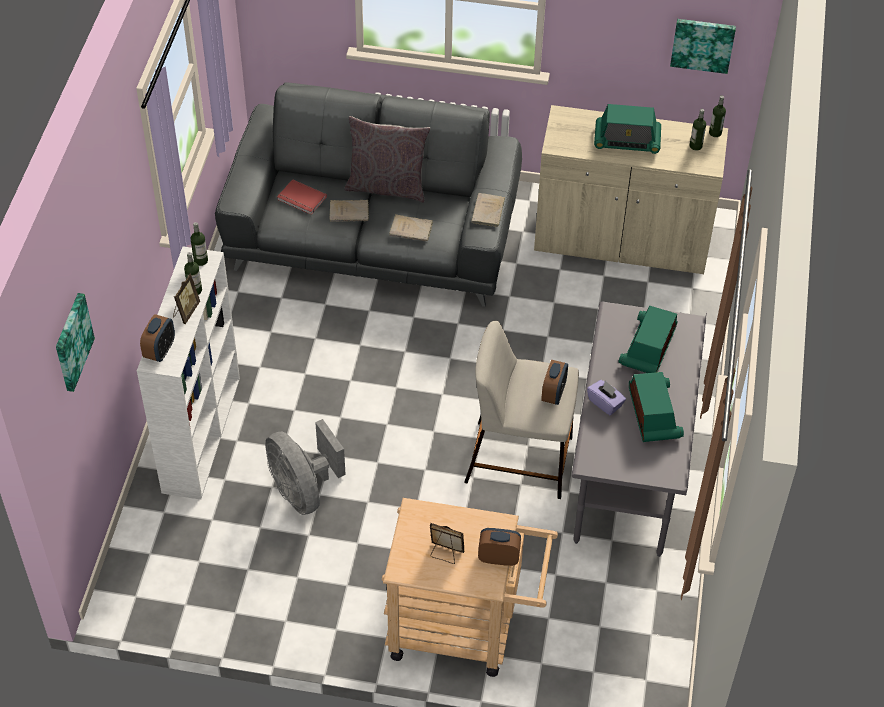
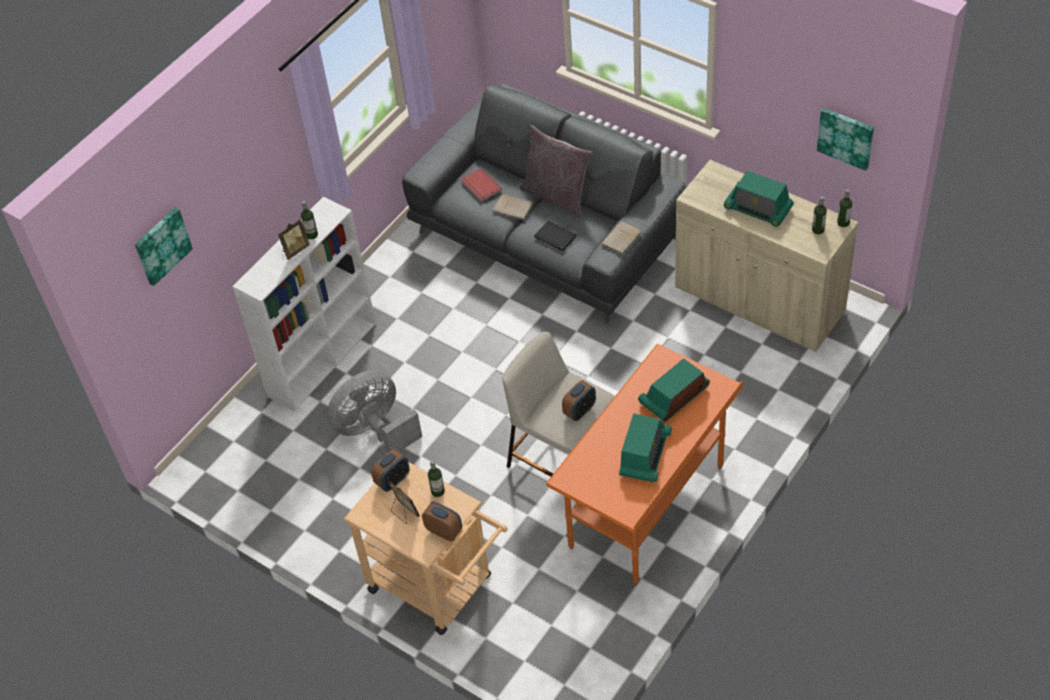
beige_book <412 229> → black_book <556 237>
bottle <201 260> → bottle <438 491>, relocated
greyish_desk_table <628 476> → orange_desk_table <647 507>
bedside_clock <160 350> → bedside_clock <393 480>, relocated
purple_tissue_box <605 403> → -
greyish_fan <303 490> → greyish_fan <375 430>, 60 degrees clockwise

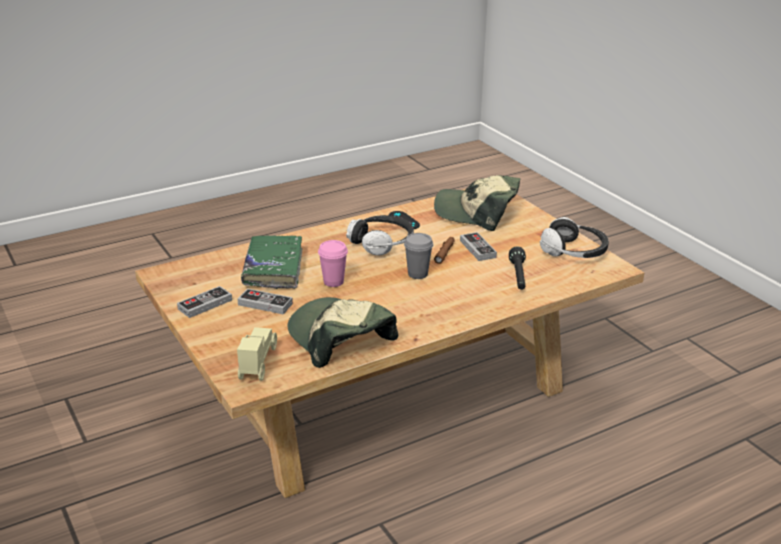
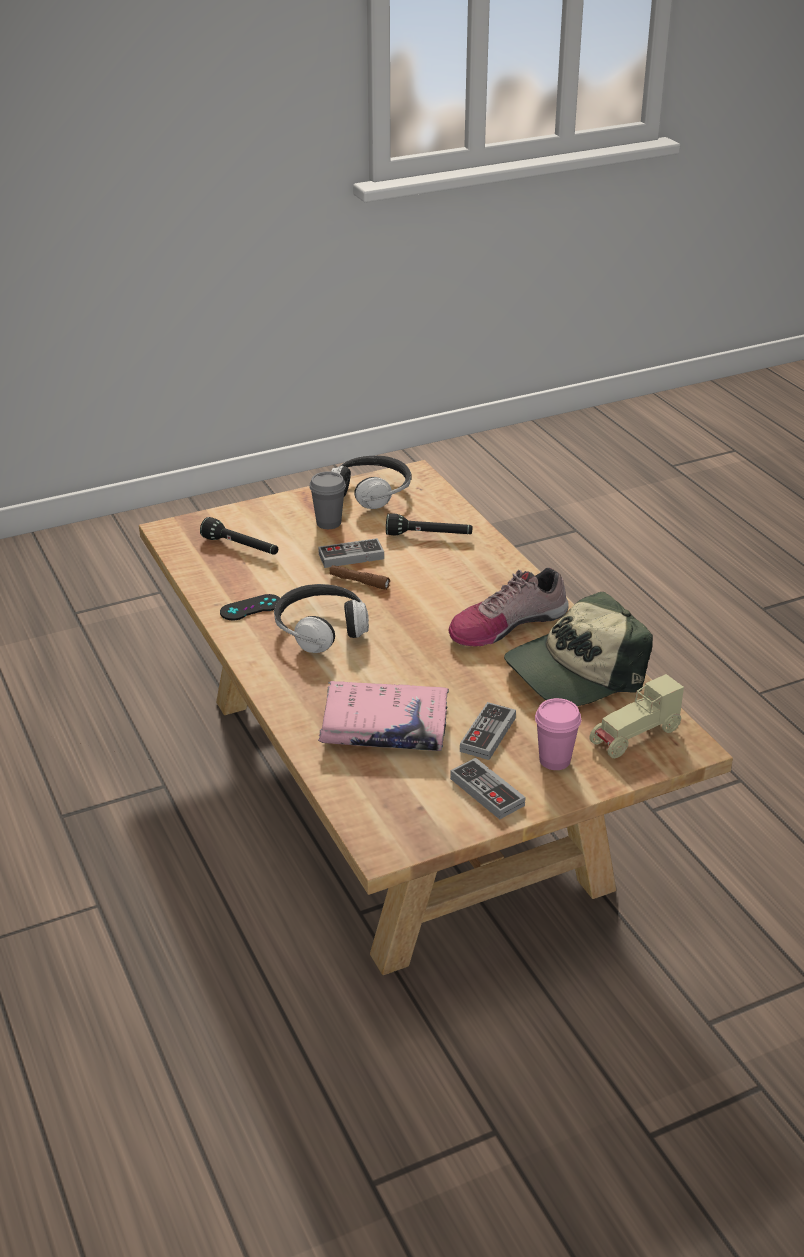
cap <476 212> → black_flashlight <241 548>
greyish_drinking_cup <417 274> → greyish_drinking_cup <328 523>, relocated
green-coloured_book <273 269> → pink-coloured_book <384 728>
pink-coloured_drinking_cup <333 282> → pink-coloured_drinking_cup <554 760>, relocated
beige_toy_car <257 362> → beige_toy_car <635 737>, 45 degrees counterclockwise
- → shoe <506 624>

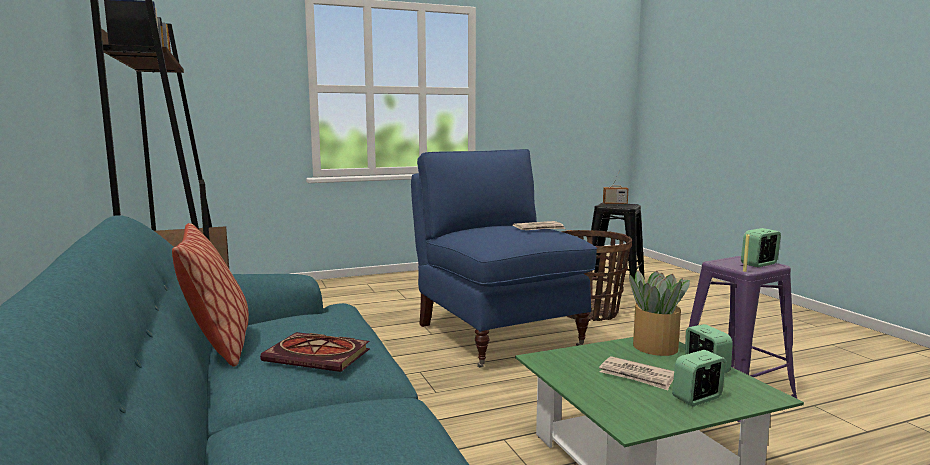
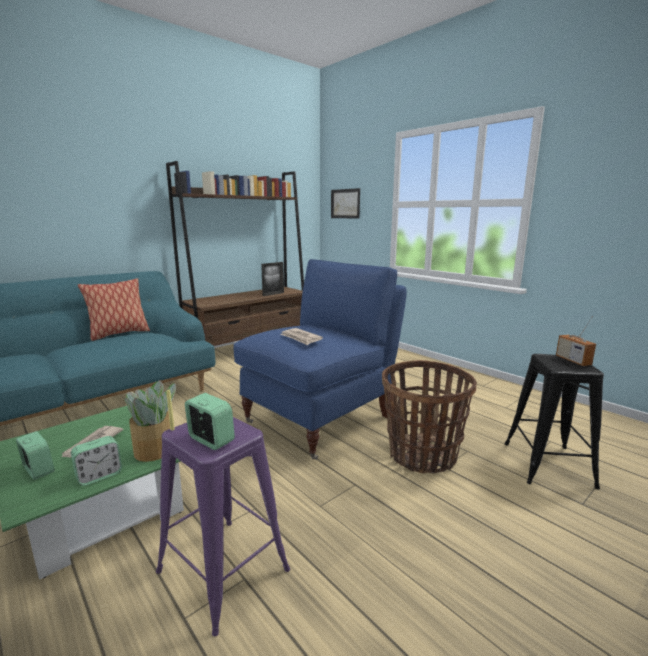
book <320 355> → -
- → wall_art <345 203>

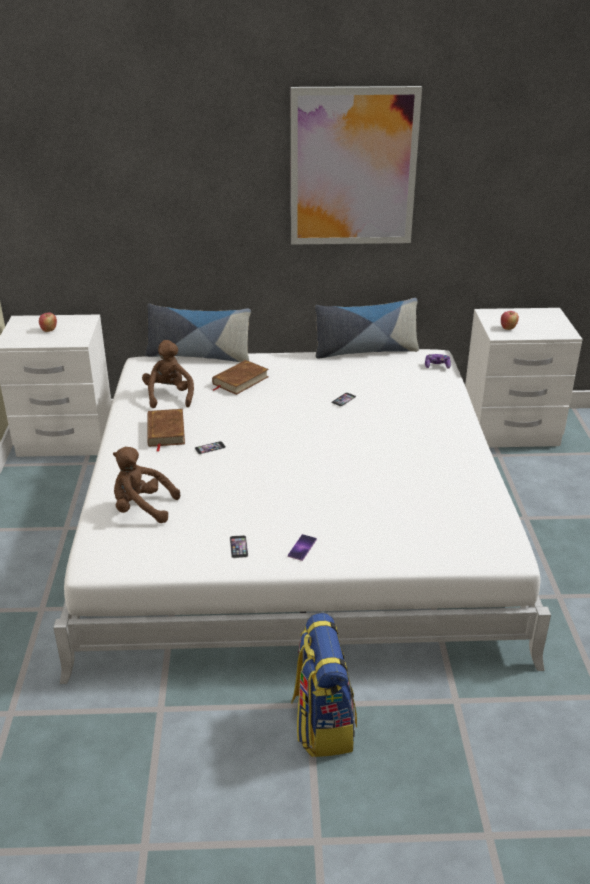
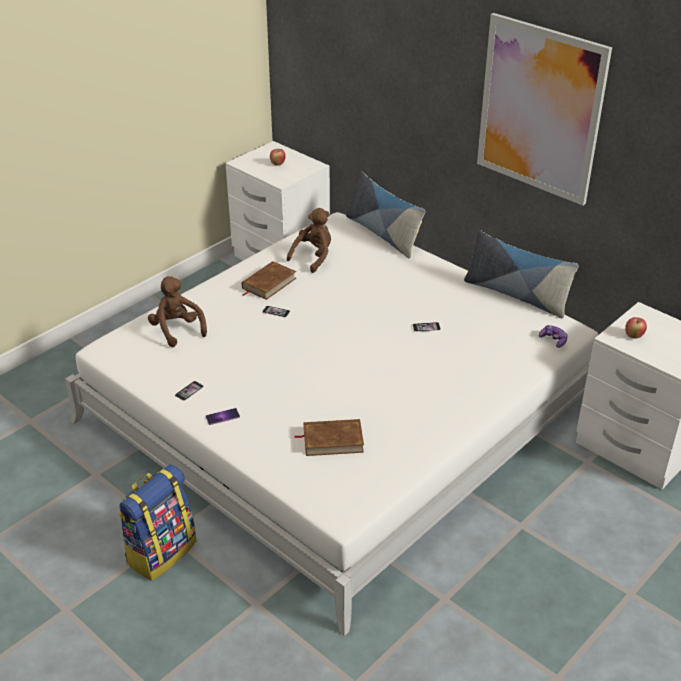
brown_book <240 380> → brown_book <332 440>, relocated

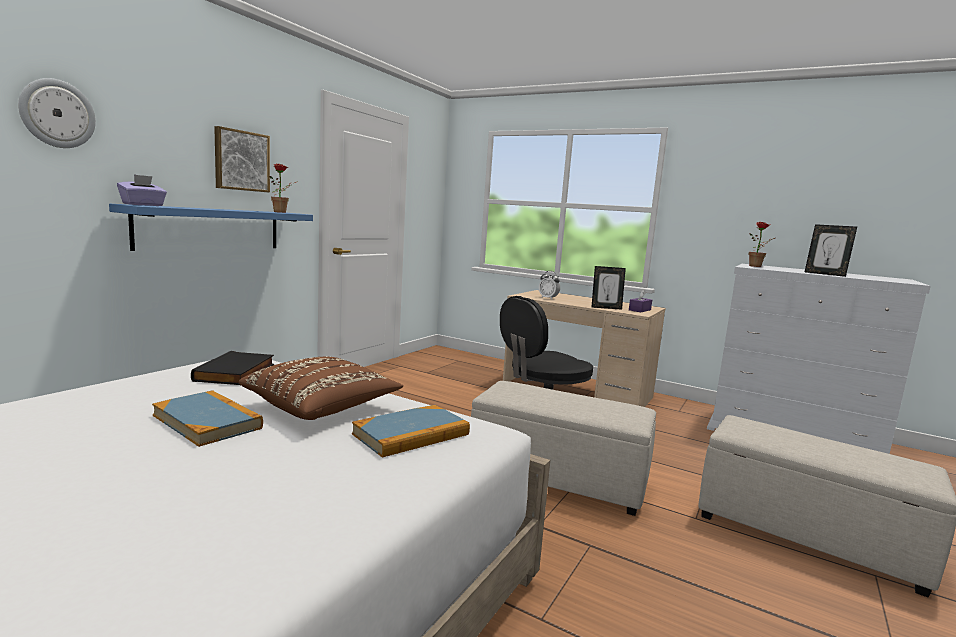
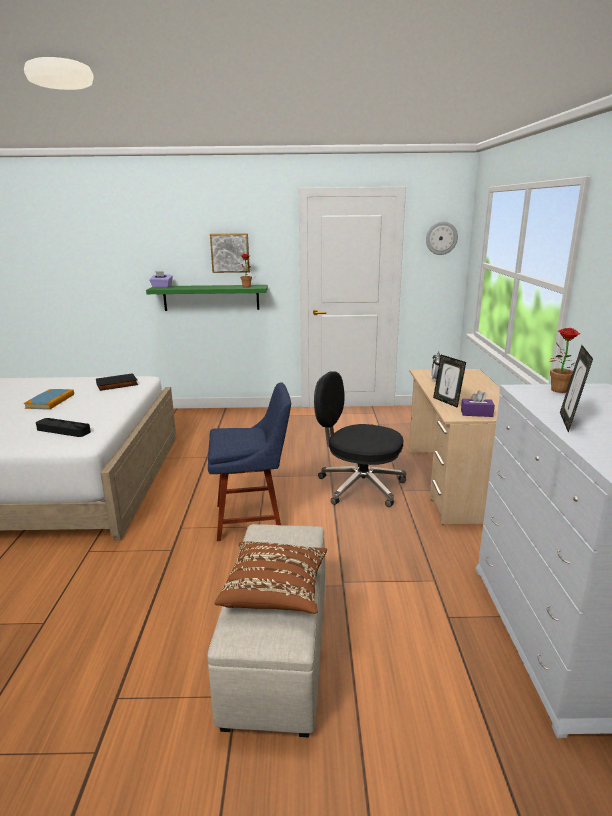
wall_clock <57 114> → wall_clock <441 238>, relocated
blue-coloured_wall_shelf <211 229> → green-coloured_wall_shelf <211 297>
brown_throw_pillow <322 407> → brown_throw_pillow <275 591>, relocated
beige_footrest <558 478> → blue-coloured_upright_chair <253 519>
book <411 434> → black_tray <63 430>

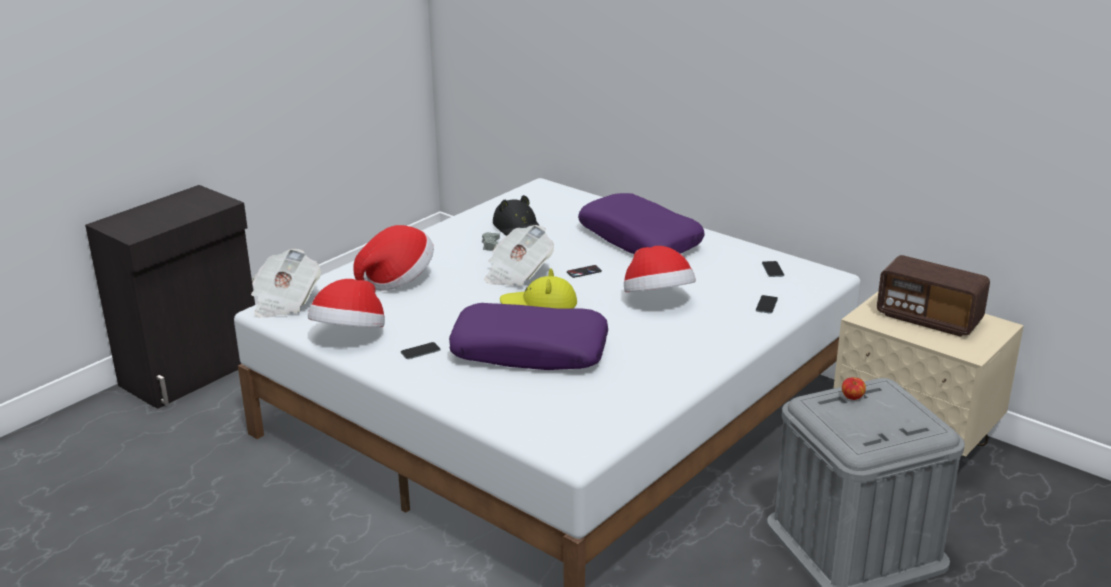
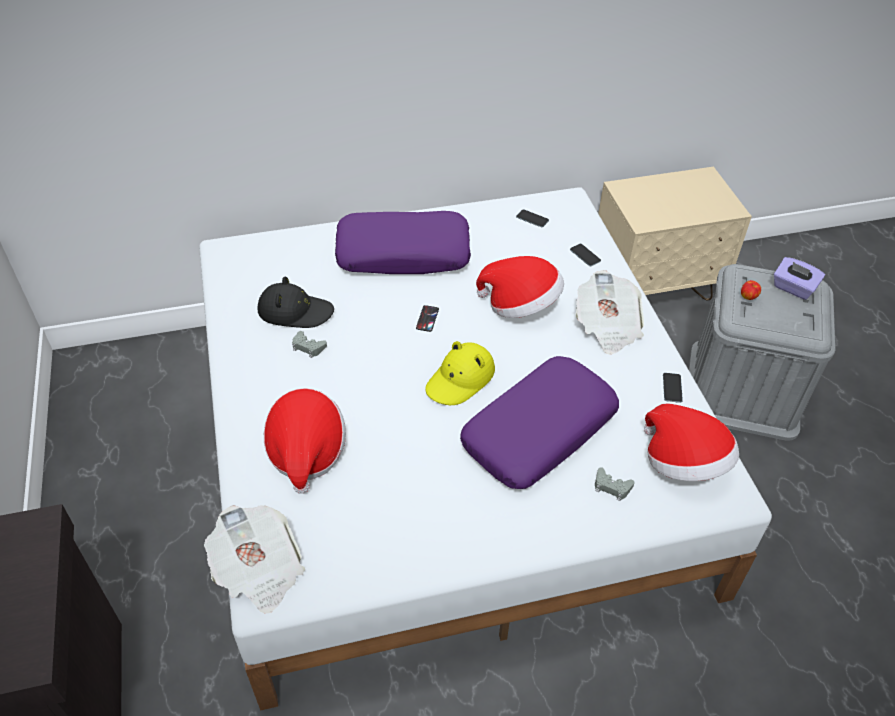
newspaper <517 274> → newspaper <607 327>, relocated
radio_set <929 319> → -
clothing_hat <350 335> → clothing_hat <684 463>, relocated
phone <420 351> → phone <672 388>, relocated
- → purple_tissue_box <793 288>
- → greyish_gamepad <611 487>

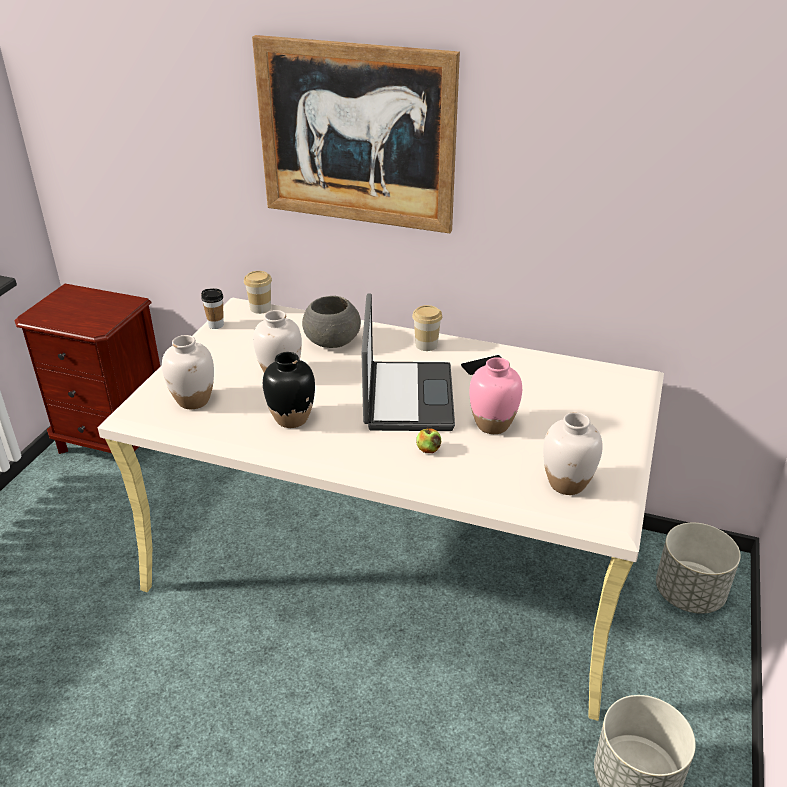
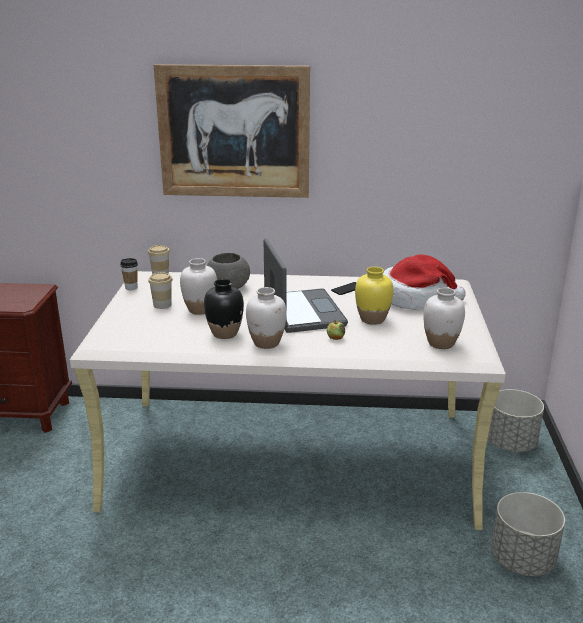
drinking_cup <426 345> → drinking_cup <162 305>, relocated
white_vase <194 400> → white_vase <266 343>, relocated
pink-coloured_vase <492 424> → yellowish_vase <372 319>
- → clothing_hat <415 298>

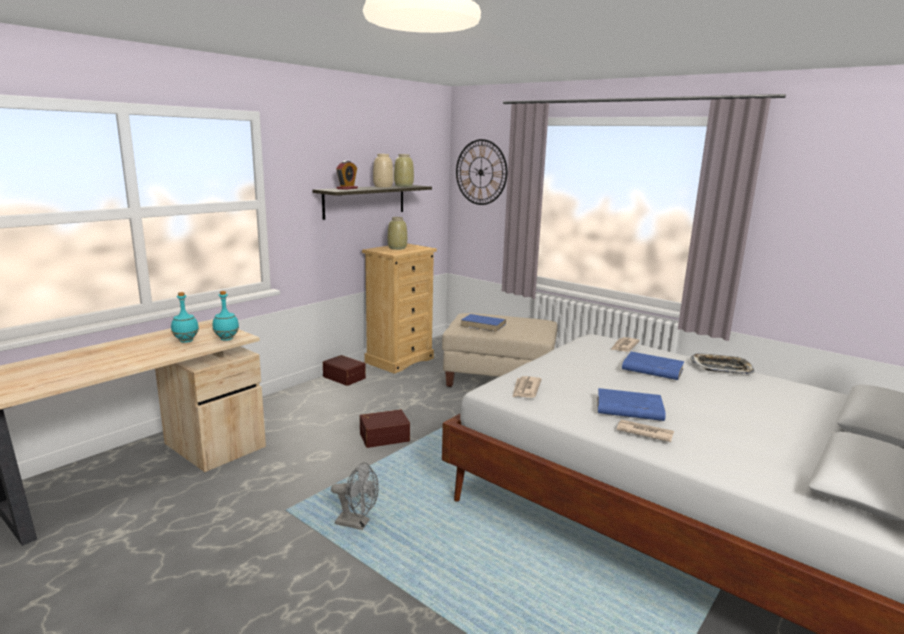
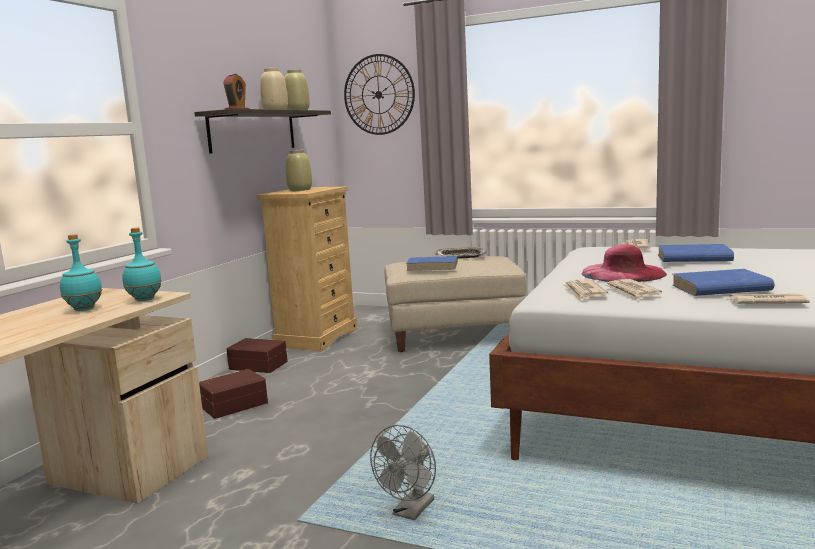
tray <721 368> → tray <461 256>, relocated
brown_storage_bin <384 436> → brown_storage_bin <233 404>, relocated
greyish_fan <357 523> → greyish_fan <410 512>, 120 degrees clockwise
- → pink-coloured_clothing_hat <623 273>
- → newspaper <631 292>

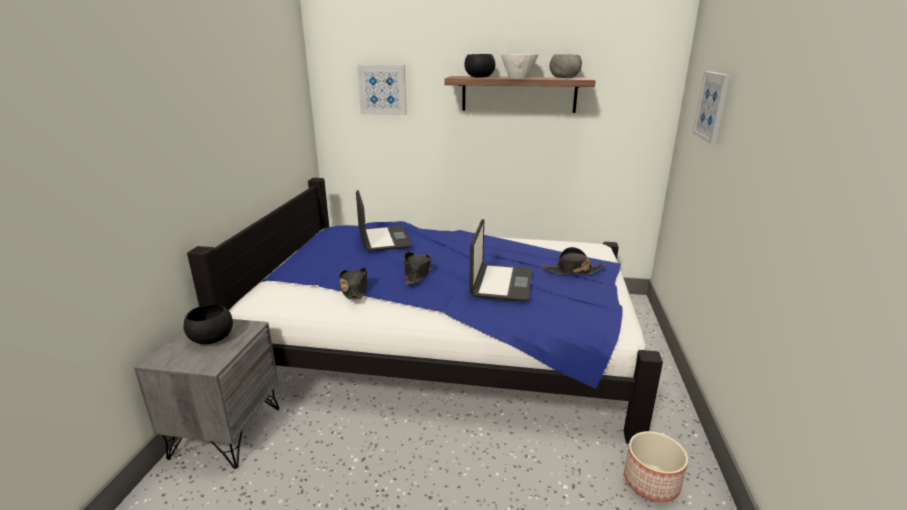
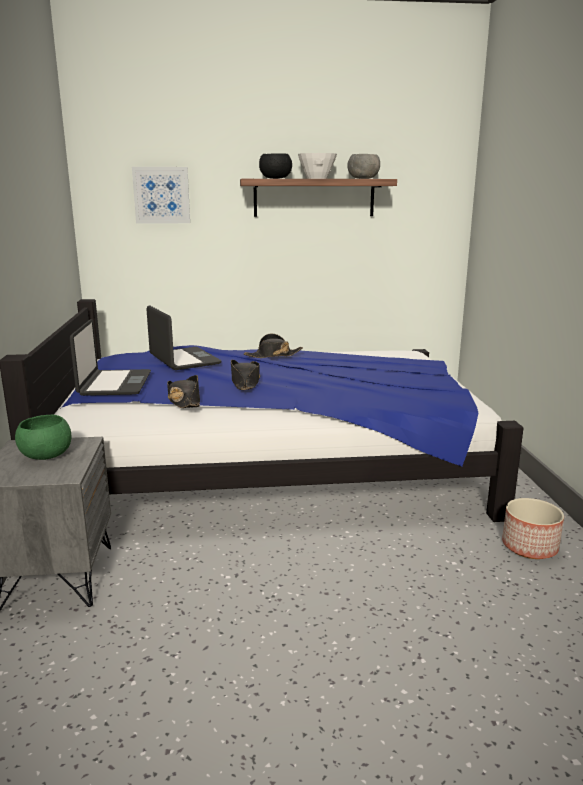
wall_art <712 106> → -
laptop <500 283> → laptop <114 384>, relocated
black_clothing_hat <572 270> → black_clothing_hat <273 355>, relocated
black_deep_dish <212 338> → green-coloured_deep_dish <47 455>

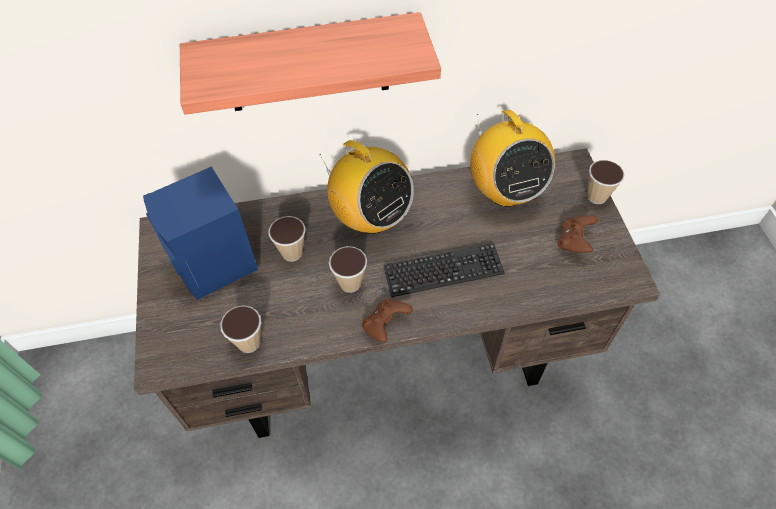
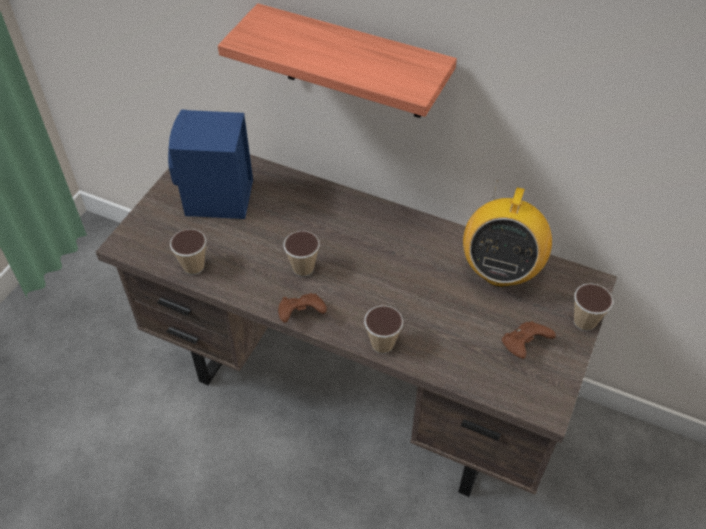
radio_set <371 218> → -
drinking_cup <292 253> → drinking_cup <382 344>, relocated
PC_keyboard <443 271> → -

